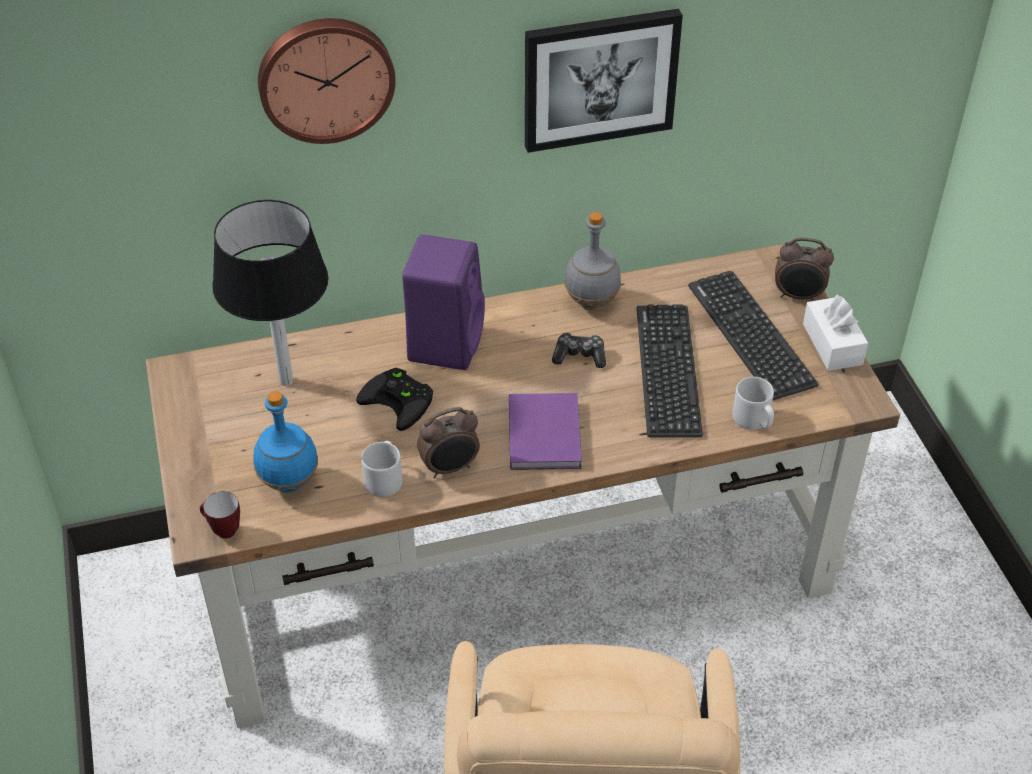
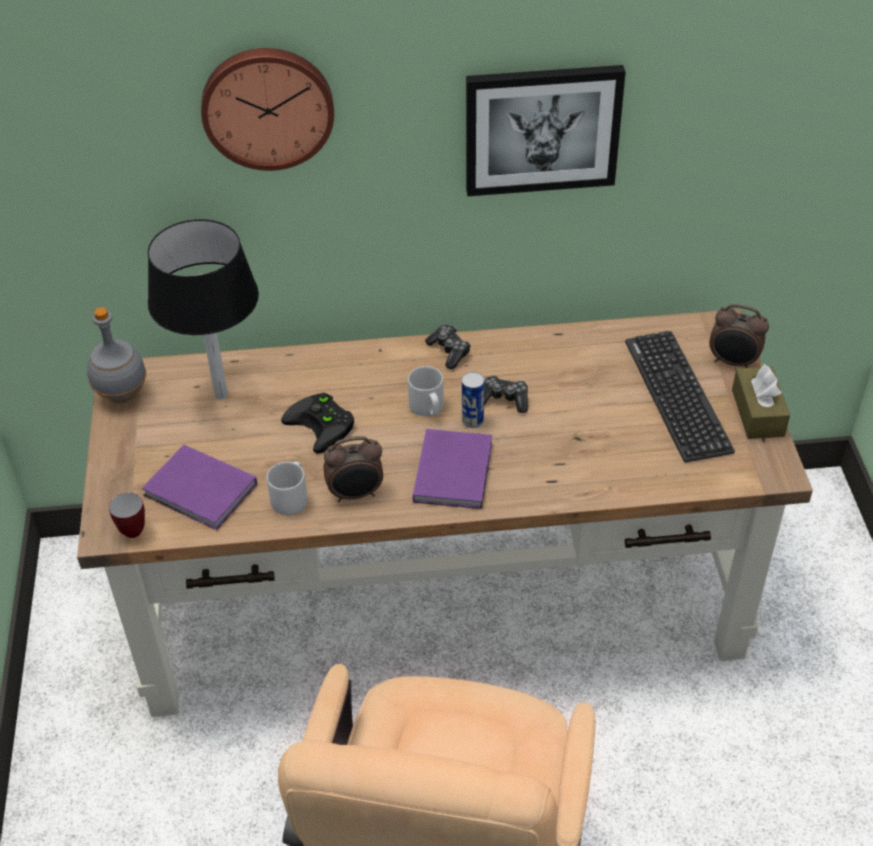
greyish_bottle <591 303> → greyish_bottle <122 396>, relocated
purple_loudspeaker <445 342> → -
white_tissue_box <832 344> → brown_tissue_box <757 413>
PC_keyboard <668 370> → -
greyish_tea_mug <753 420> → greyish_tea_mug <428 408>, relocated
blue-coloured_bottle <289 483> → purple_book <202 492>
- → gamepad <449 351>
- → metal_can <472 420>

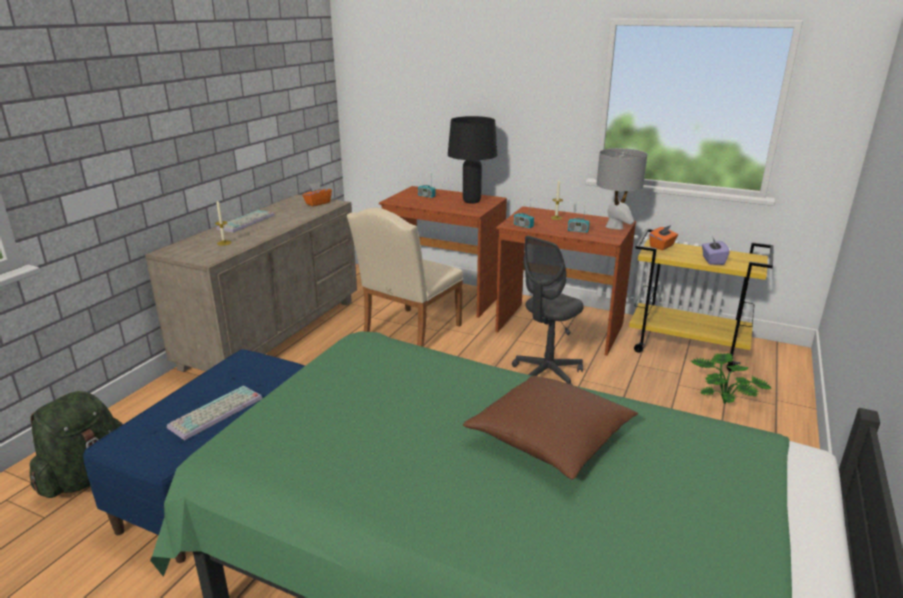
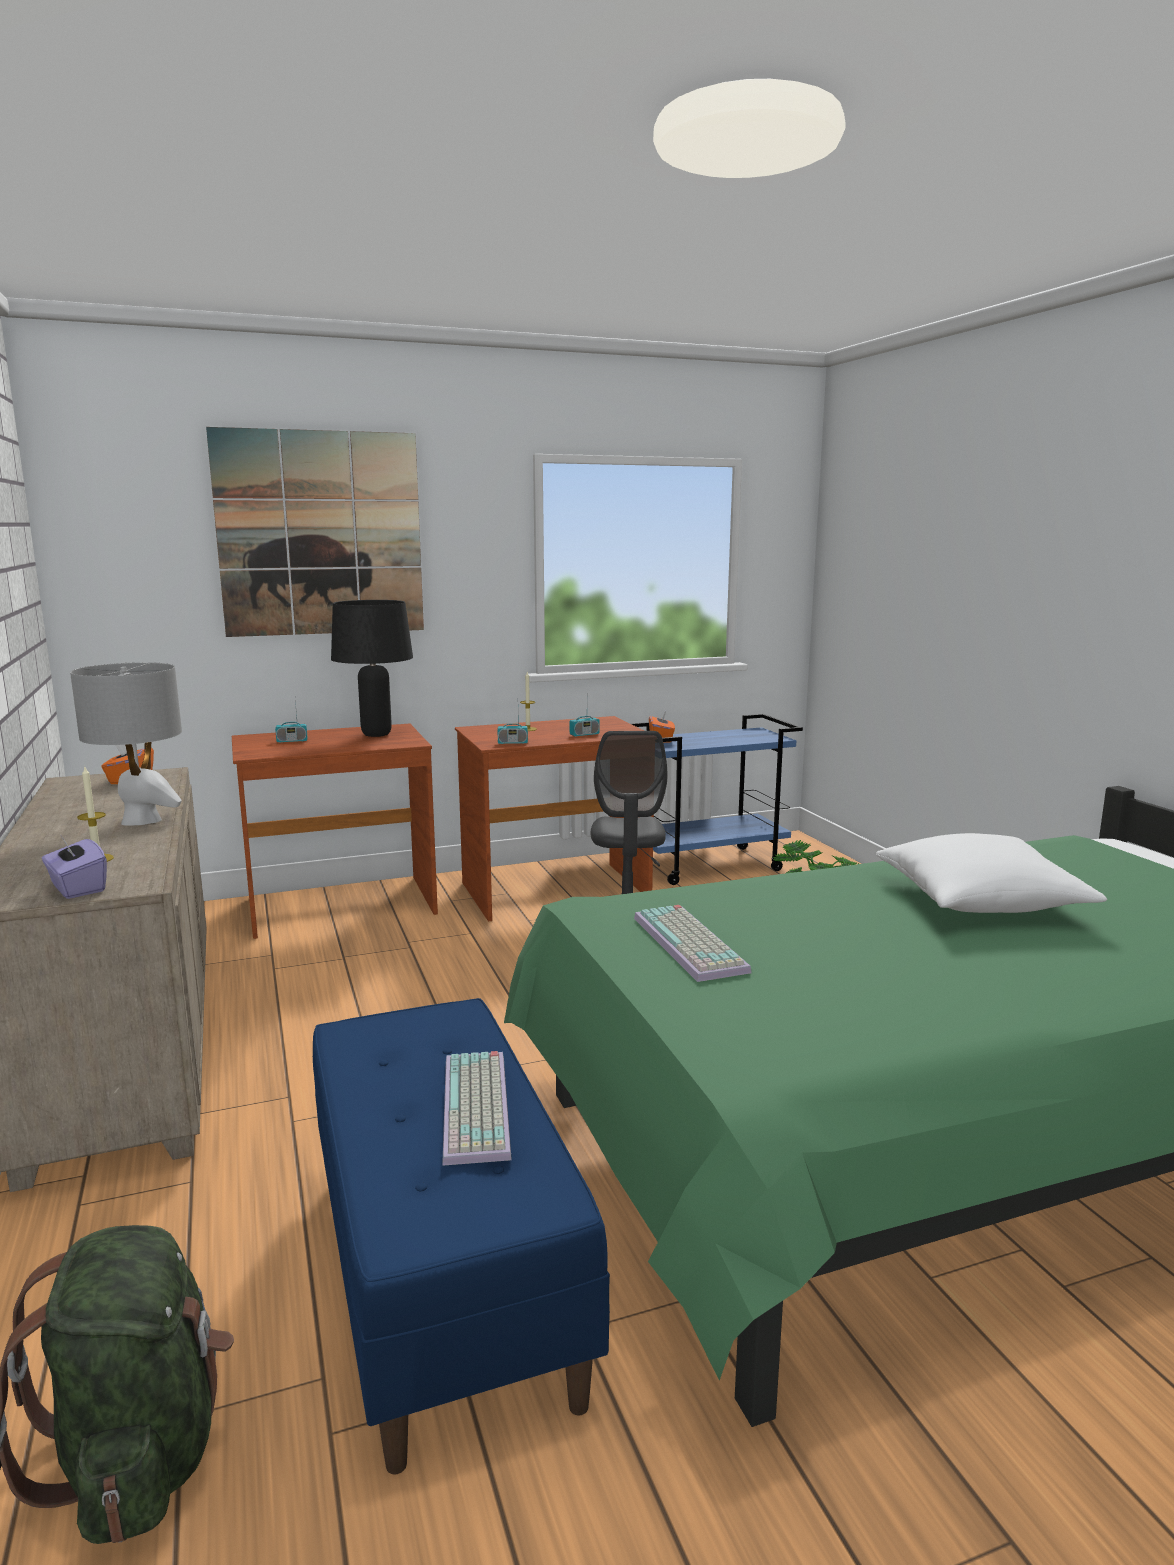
greyish_lamp_for_a_table <615 226> → greyish_lamp_for_a_table <142 820>, relocated
beige_upright_chair <408 333> → -
PC_keyboard <246 222> → PC_keyboard <692 944>, relocated
yellowish_trolley <687 348> → blue-coloured_trolley <710 865>
purple_tissue_box <712 260> → purple_tissue_box <77 888>, relocated
brown_throw_pillow <549 439> → white_throw_pillow <980 901>
- → wall_art <321 534>

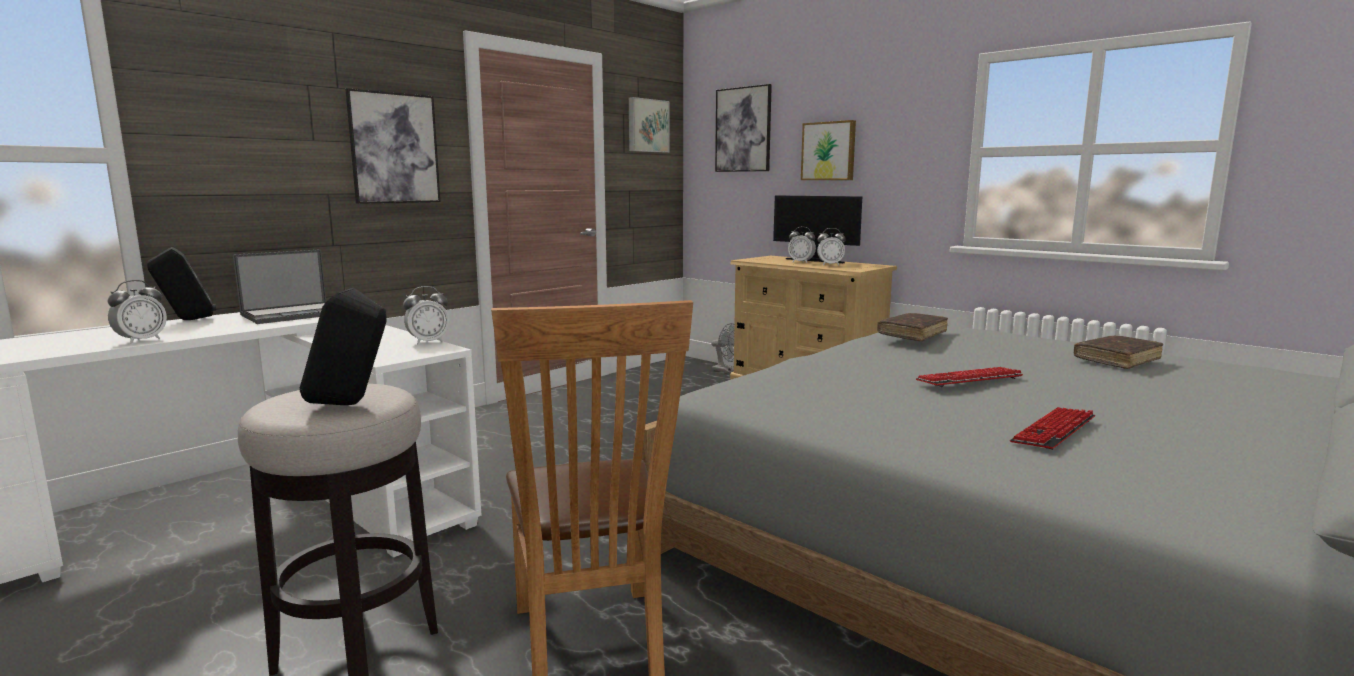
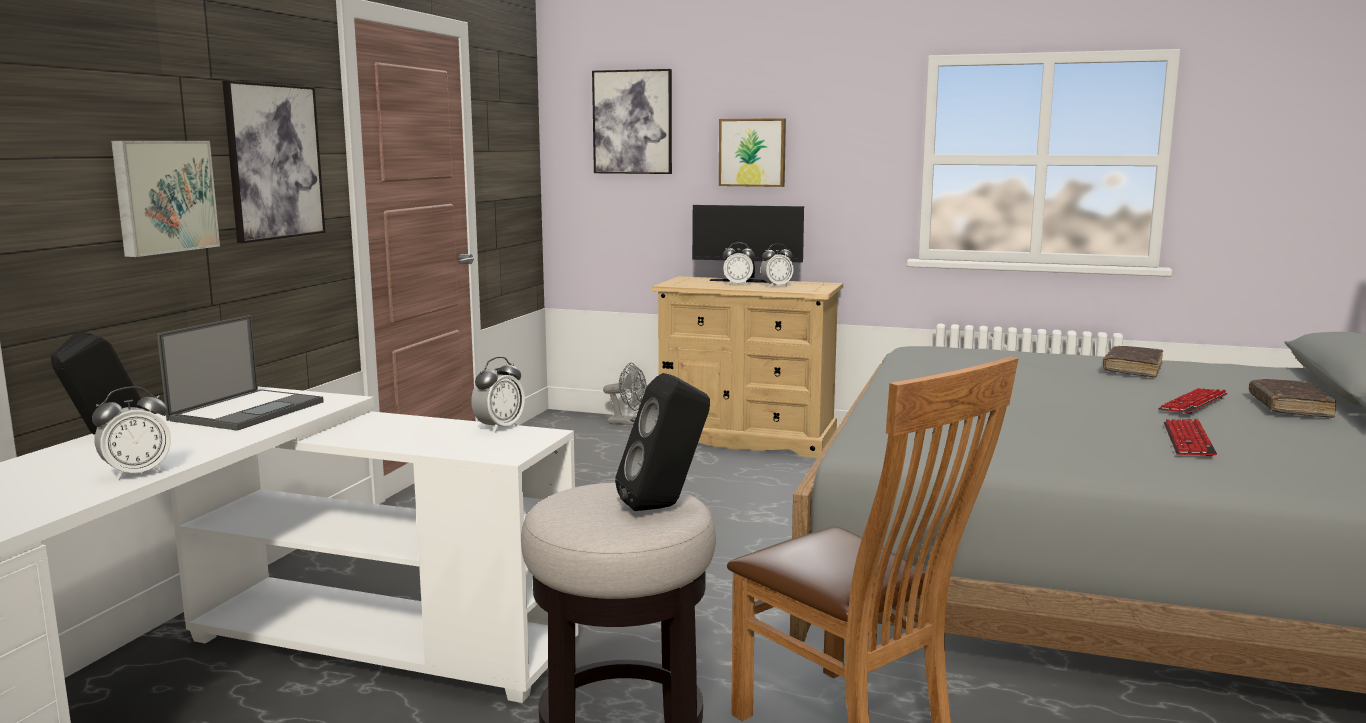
wall_art <647 125> → wall_art <163 196>, relocated
bedside_clock <141 340> → bedside_clock <137 473>, 45 degrees clockwise
brown_book <912 334> → brown_book <1289 407>, relocated
PC_keyboard <969 379> → PC_keyboard <1193 403>, relocated

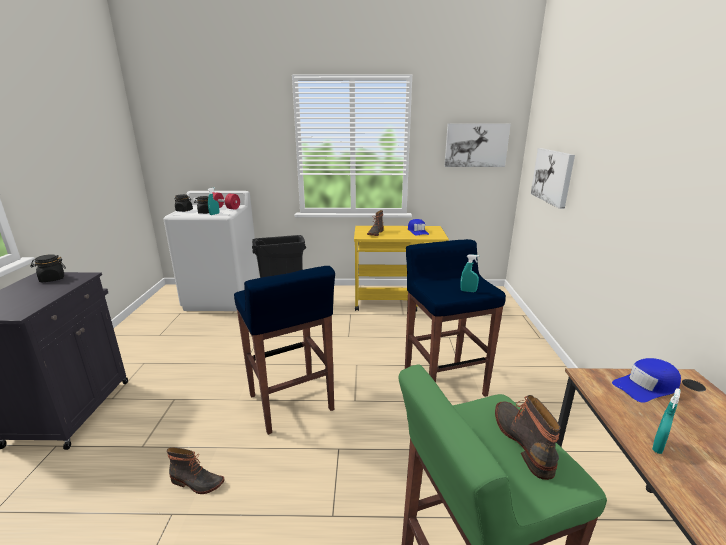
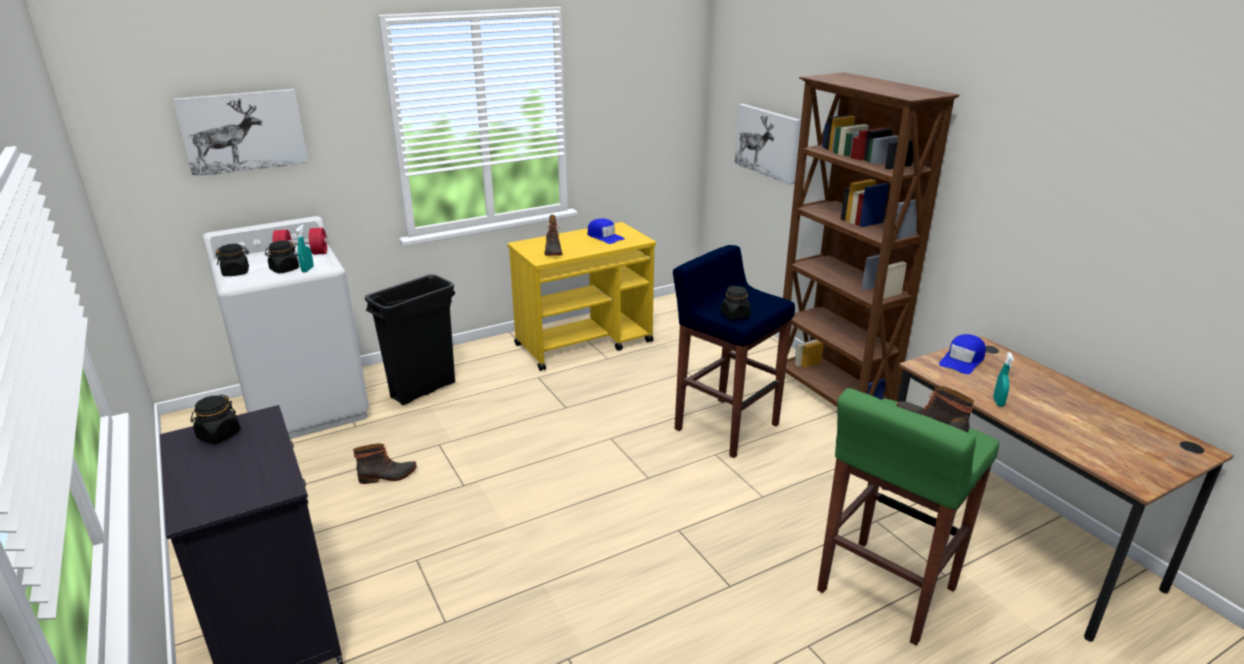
wall_art <476 145> → wall_art <243 131>, relocated
blue-green_hand_sprayer <468 291> → -
blue-coloured_stool_seat <291 403> → -
boot <196 483> → boot <388 476>, relocated
- → brown_shelving_unit <831 396>
- → black_preserve_jar <735 315>

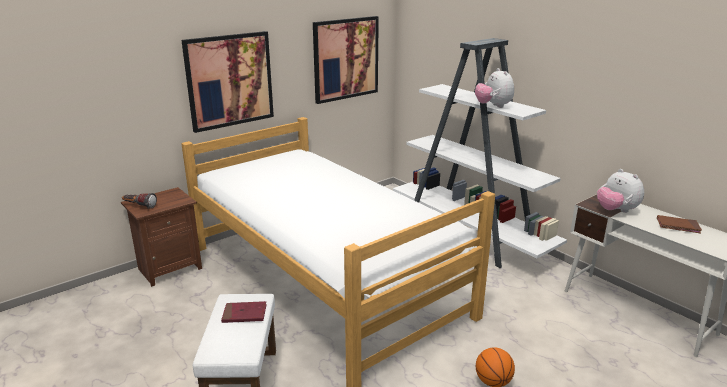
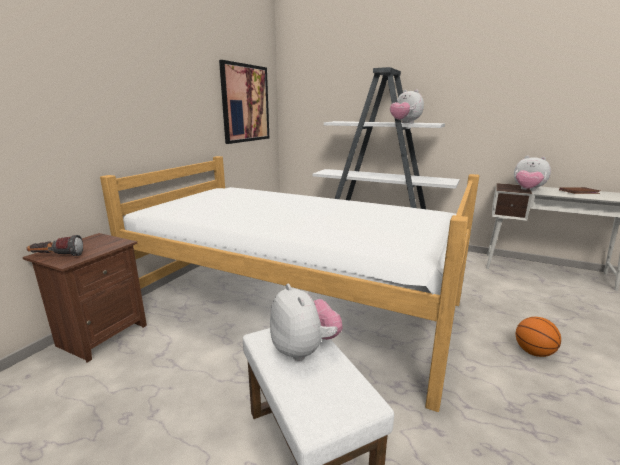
wall_art <229 80> → -
reddish_book <244 314> → plush_toy <304 350>

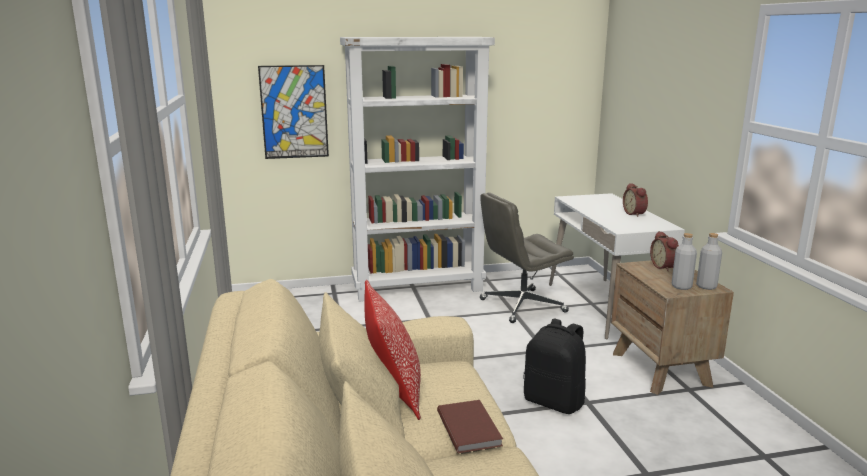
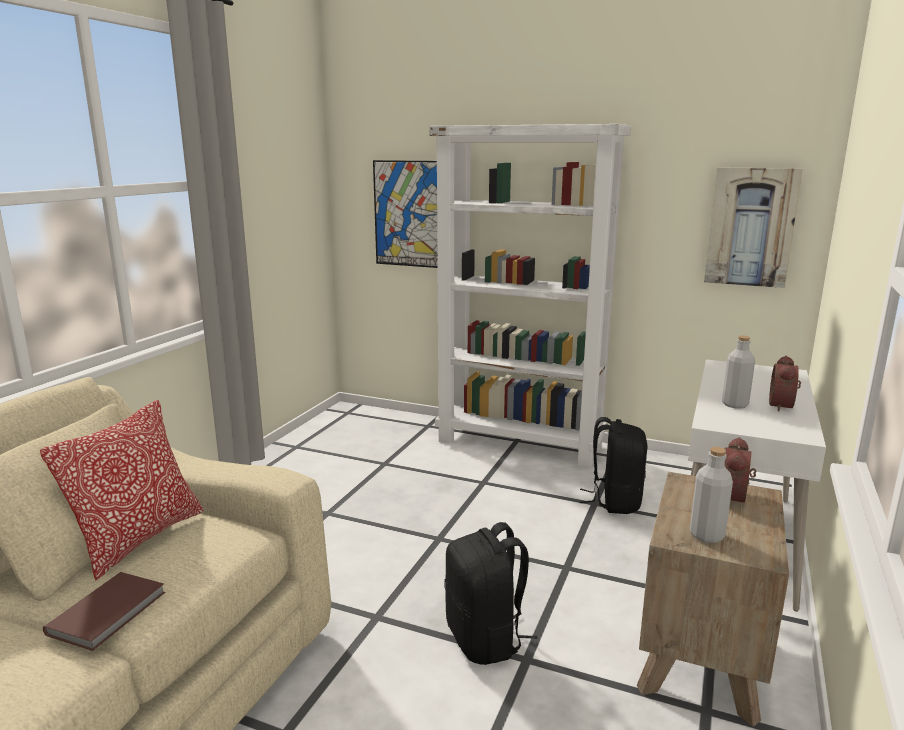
greyish_computer_chair <522 306> → black_rucksack <614 501>
greyish_bottle <706 286> → greyish_bottle <735 404>, relocated
- → wall_art <751 227>

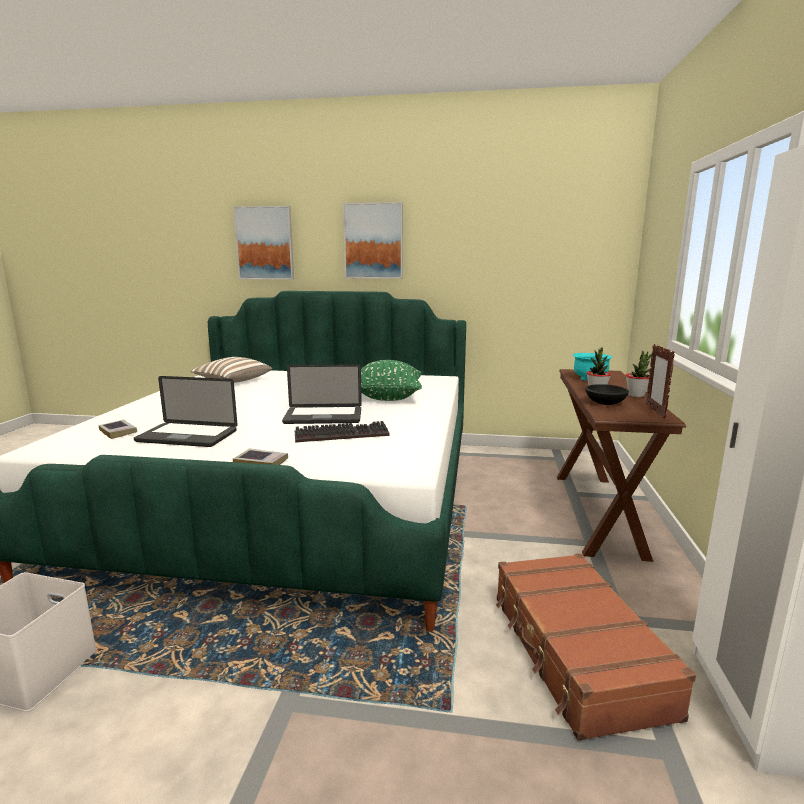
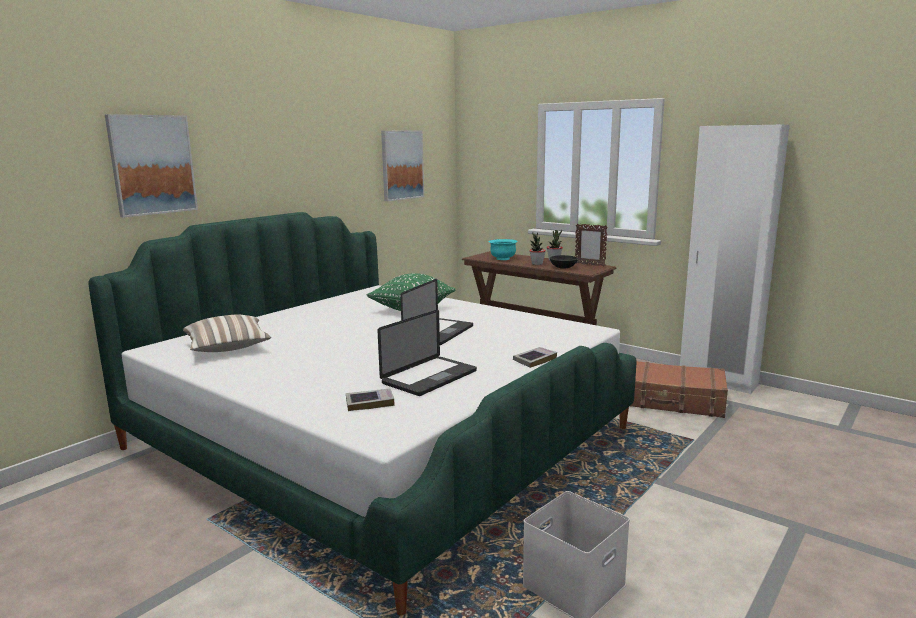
wall_art <373 241> → wall_art <402 165>, relocated
PC_keyboard <343 434> → -

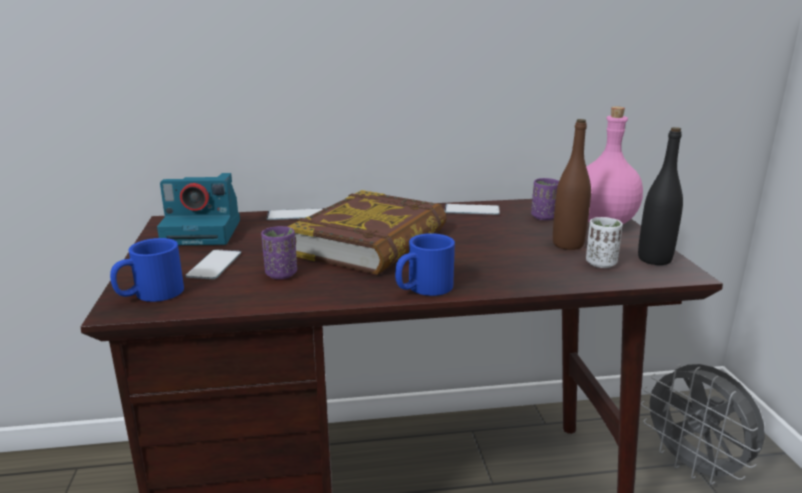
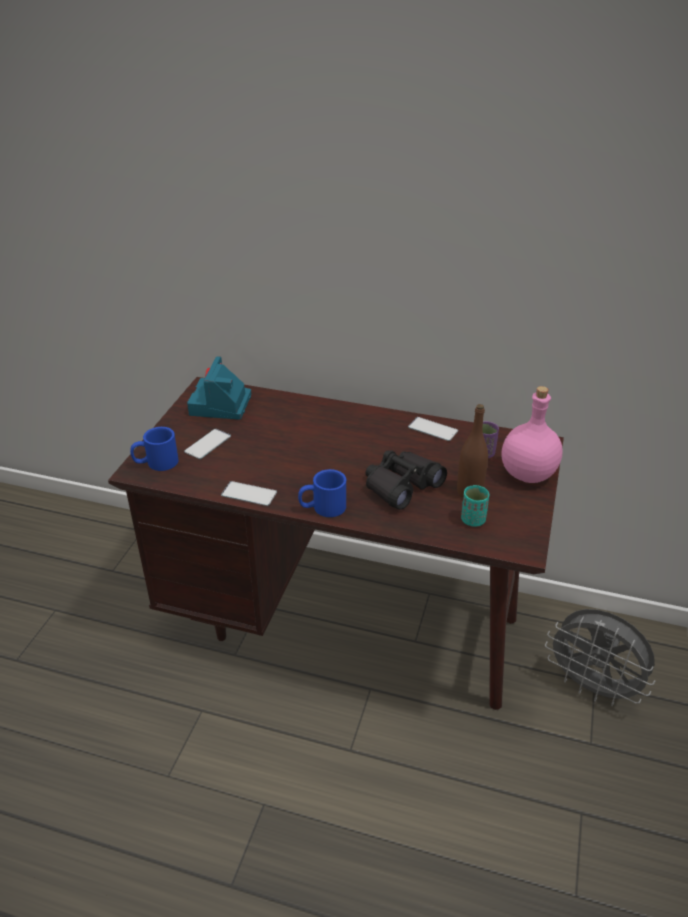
black_bottle <654 259> → -
photo_camera <204 232> → photo_camera <221 405>, 75 degrees clockwise
book <371 242> → -
phone <295 215> → phone <249 494>, relocated
white_drinking_cup <600 263> → blue-green_drinking_cup <473 520>
purple_drinking_cup <281 274> → -
greyish_fan <694 467> → greyish_fan <593 687>, 45 degrees counterclockwise
- → black_binoculars <401 485>

